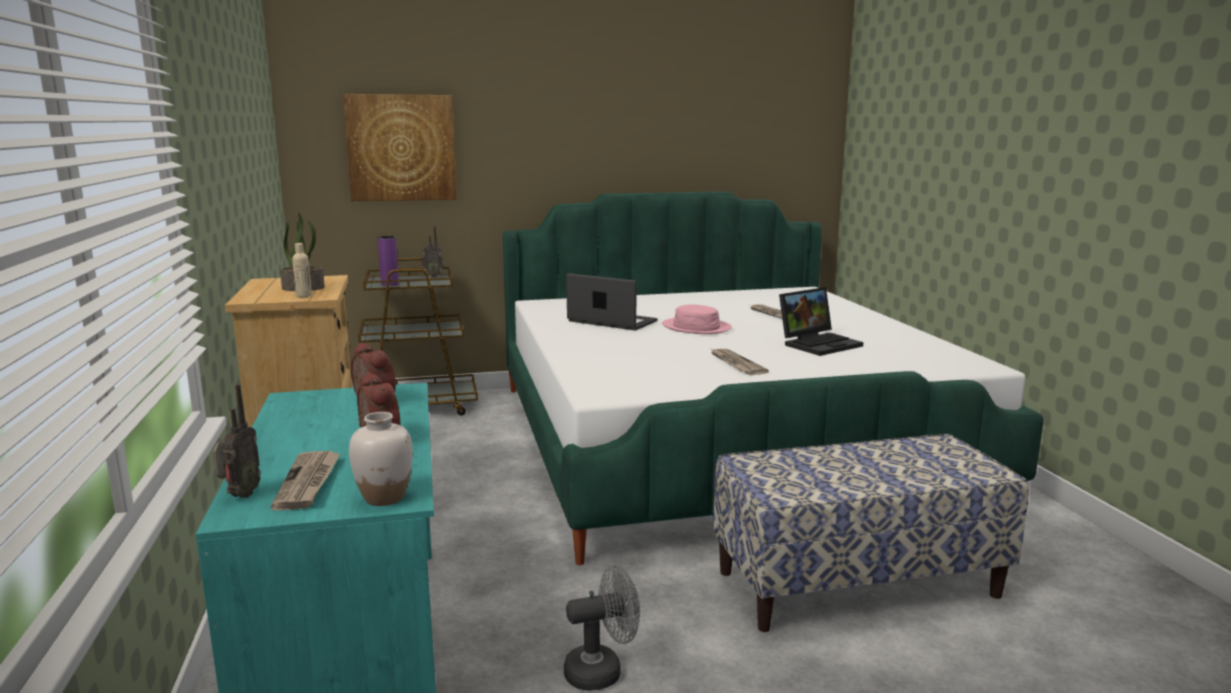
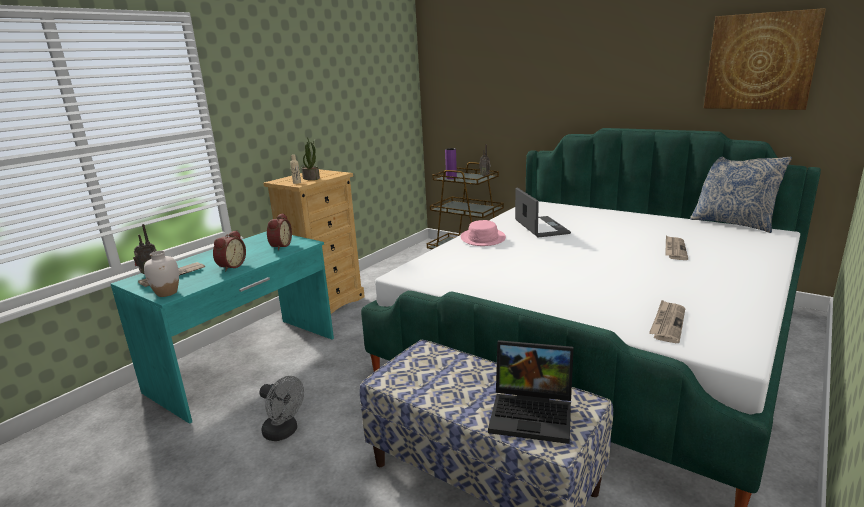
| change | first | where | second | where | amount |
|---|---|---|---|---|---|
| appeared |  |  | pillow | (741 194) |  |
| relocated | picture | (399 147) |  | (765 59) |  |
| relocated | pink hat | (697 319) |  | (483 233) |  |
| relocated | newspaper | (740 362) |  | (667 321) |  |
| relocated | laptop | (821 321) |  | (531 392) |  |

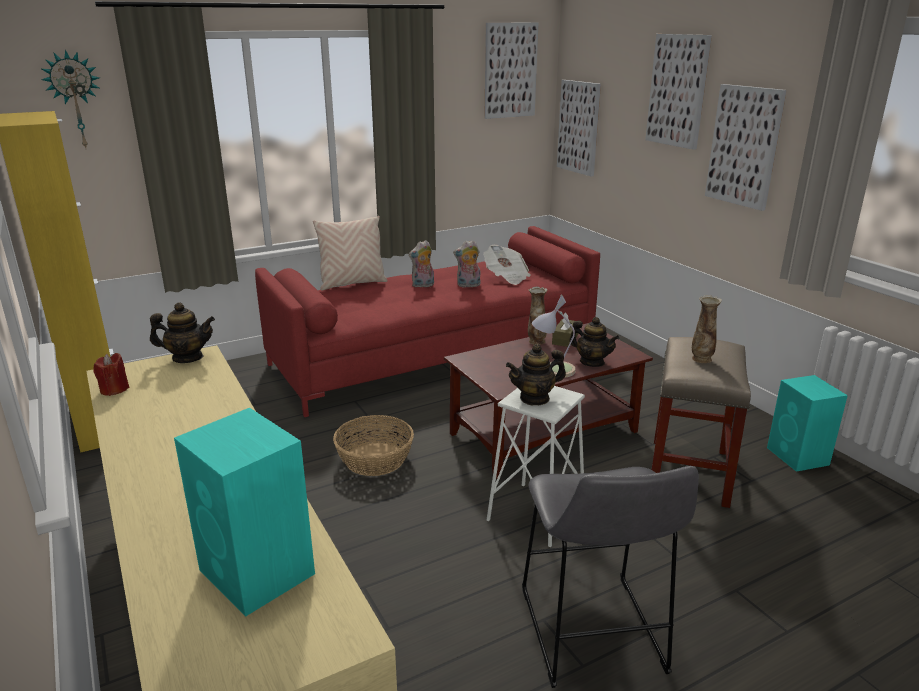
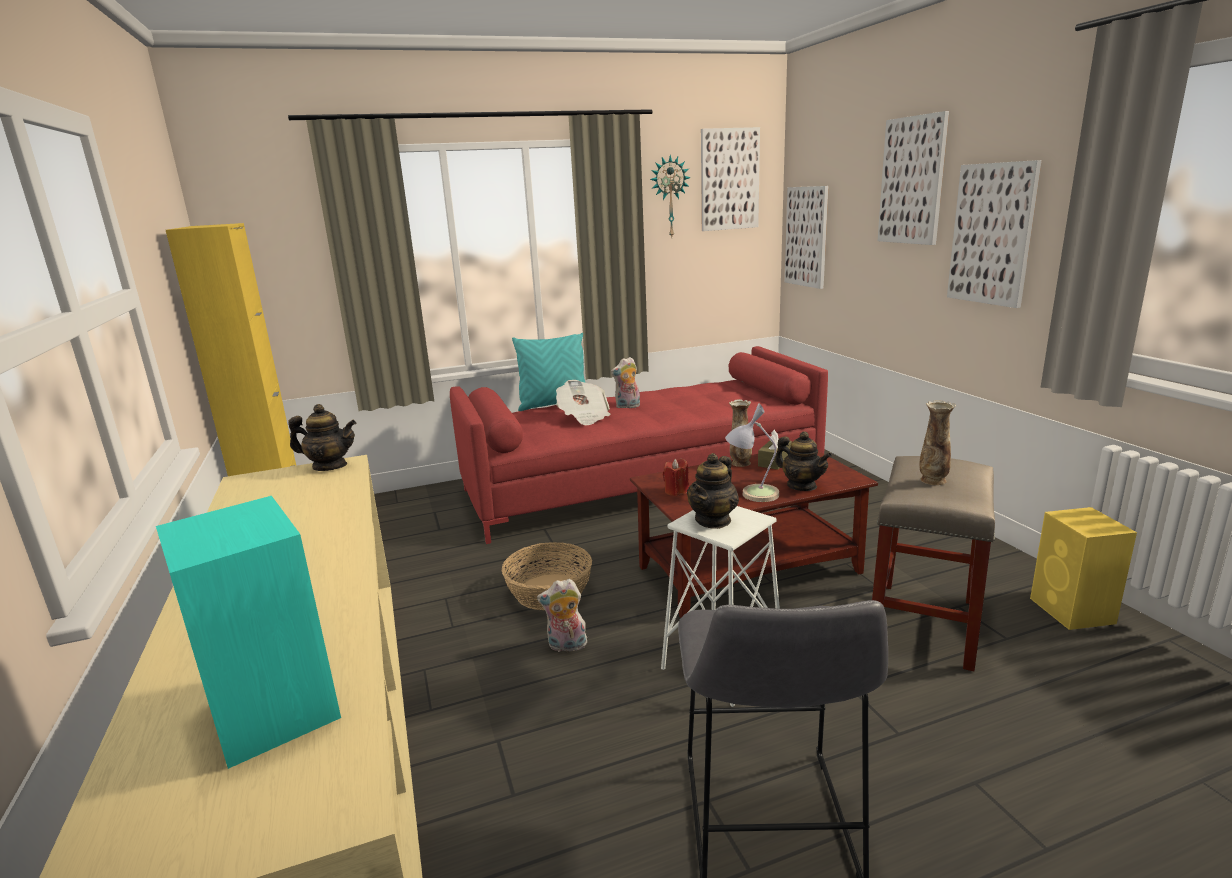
| change | first | where | second | where | amount |
|---|---|---|---|---|---|
| relocated | wall clock | (70 99) |  | (670 196) |  |
| relocated | red candle | (111 374) |  | (676 477) |  |
| relocated | plush toy | (467 264) |  | (562 616) |  |
| relocated | newspaper | (507 265) |  | (583 403) |  |
| colour | beige pillow | (350 253) | turquoise pillow | (548 372) |  |
| colour | turquoise speaker | (807 423) | yellow speaker | (1083 568) |  |
| spun | teapot | (536 374) |  | (713 491) | 45 degrees counterclockwise |

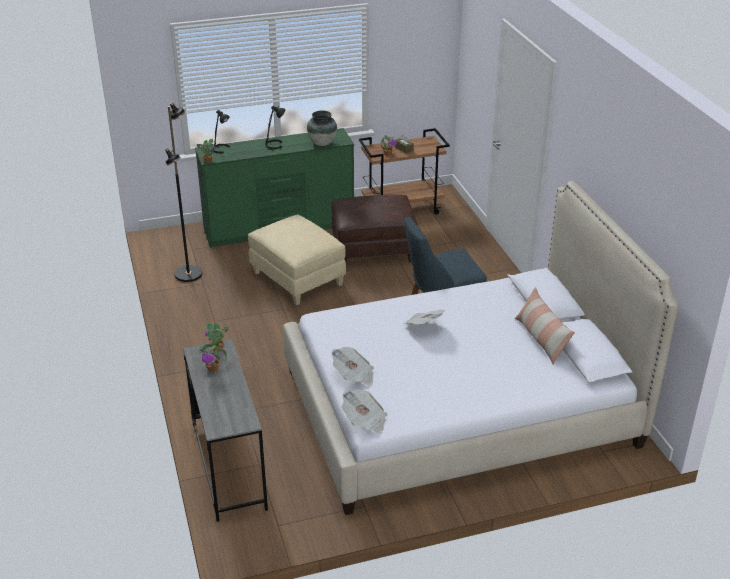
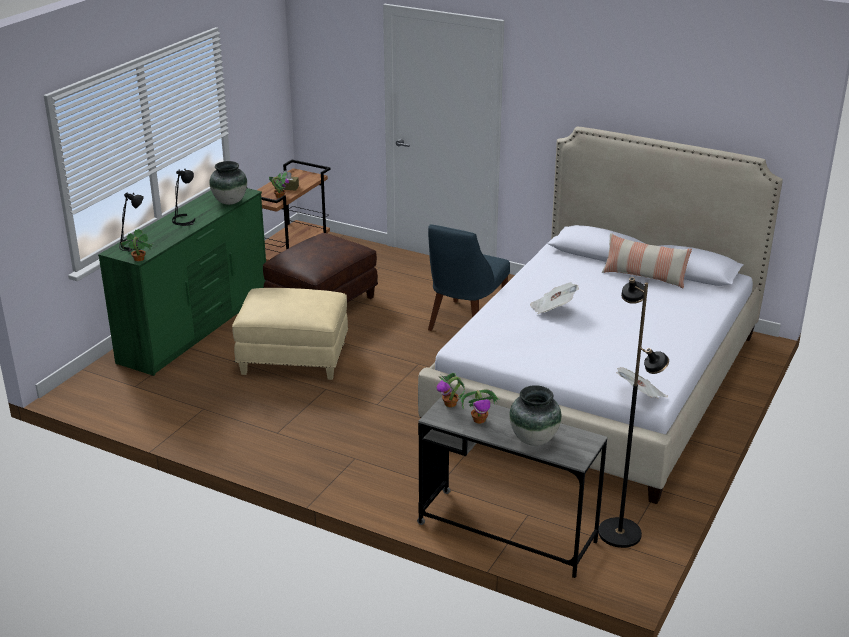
| change | first | where | second | where | amount |
|---|---|---|---|---|---|
| missing | newspaper | (352 366) |  |  |  |
| appeared |  |  | vase | (535 415) |  |
| relocated | black floor lamp | (183 192) |  | (633 412) |  |

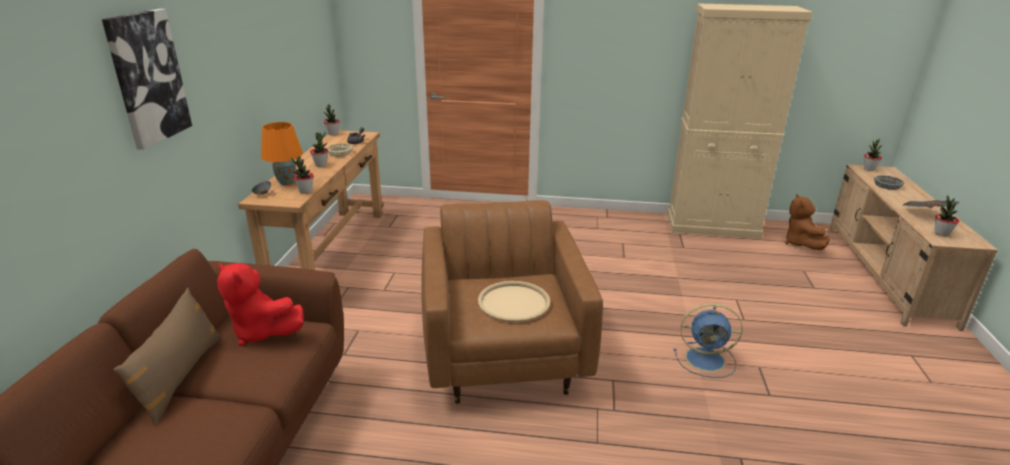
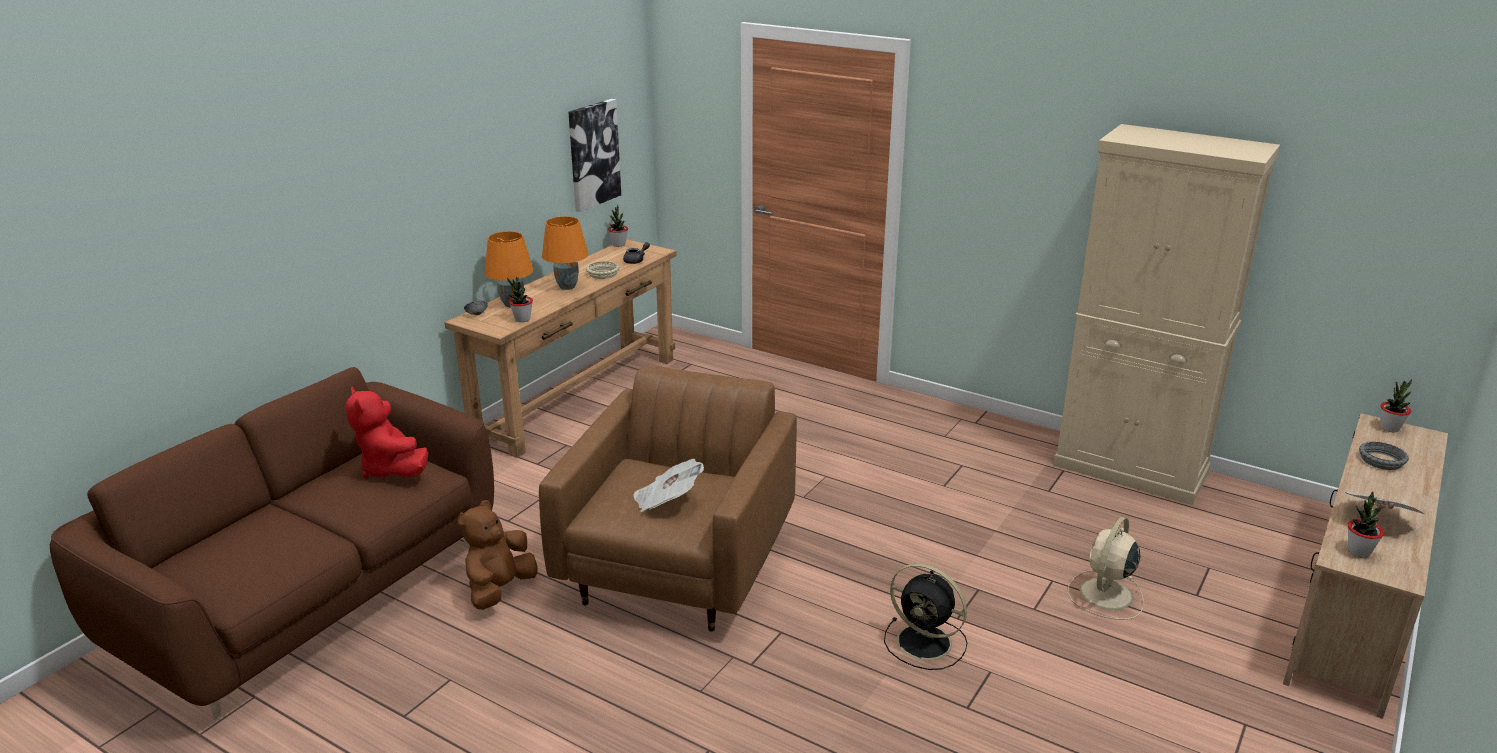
| change | first | where | second | where | amount |
|---|---|---|---|---|---|
| missing | brown pillow | (167 356) |  |  |  |
| appeared |  |  | beige fan | (1106 568) |  |
| relocated | picture | (147 79) |  | (594 155) |  |
| relocated | brown plush toy | (807 222) |  | (497 555) |  |
| exchanged | potted plant | (319 149) | orange table lamp | (565 253) |  |
| exchanged | beige tray | (514 301) | newspaper | (668 485) |  |
| colour | blue fan | (708 340) | black fan | (925 616) |  |

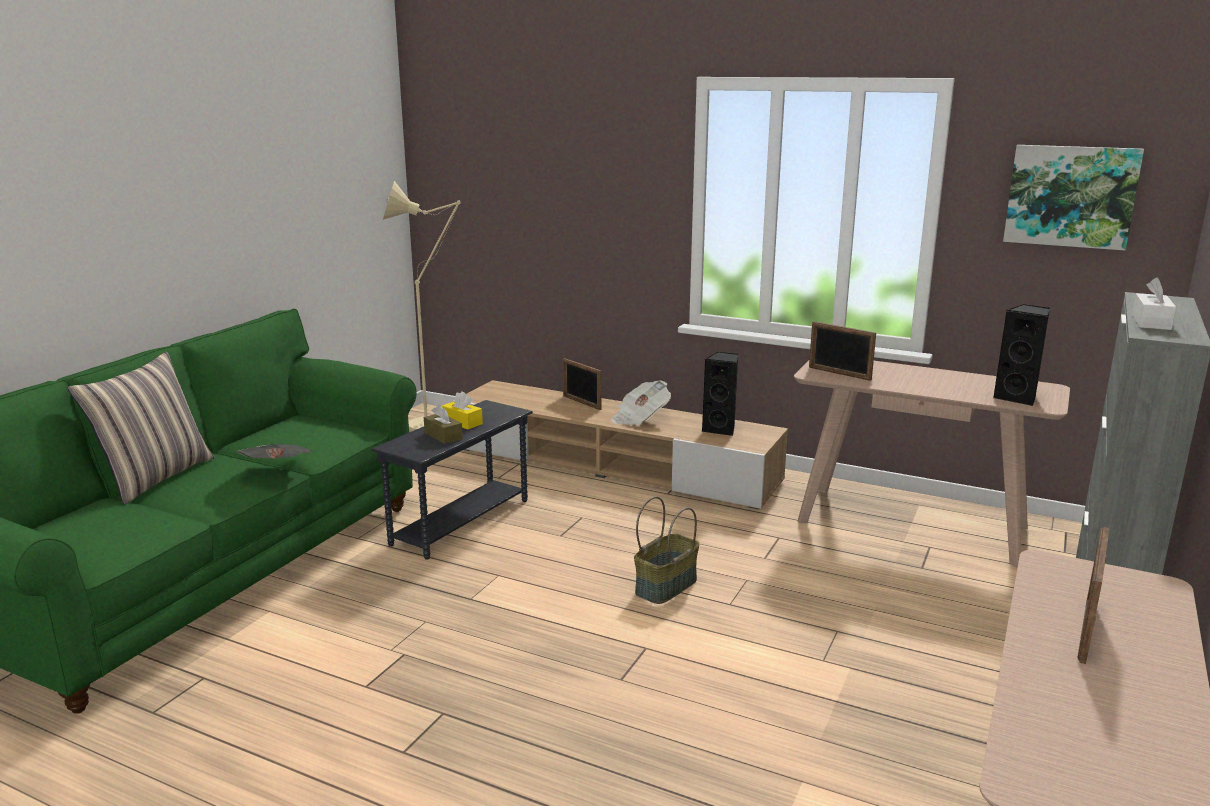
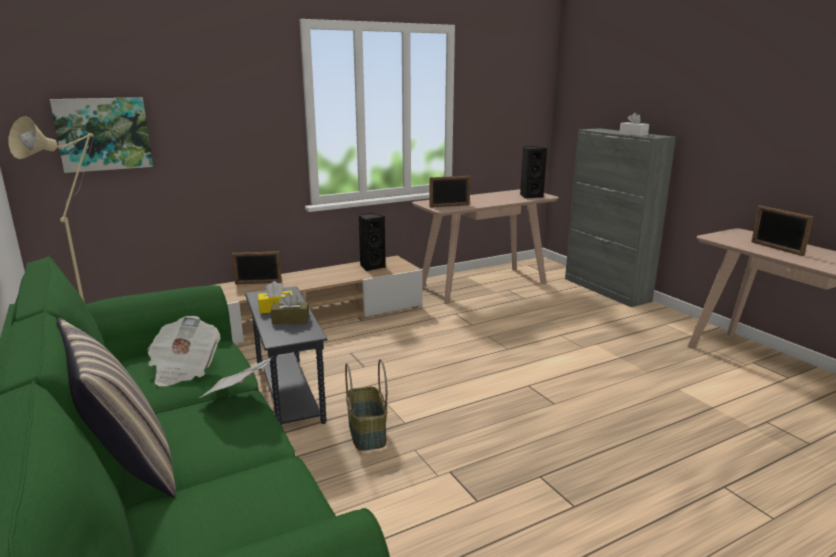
| change | first | where | second | where | amount |
|---|---|---|---|---|---|
| relocated | newspaper | (641 403) |  | (184 351) |  |
| relocated | basket | (666 550) |  | (366 405) |  |
| relocated | picture | (1073 198) |  | (101 135) |  |

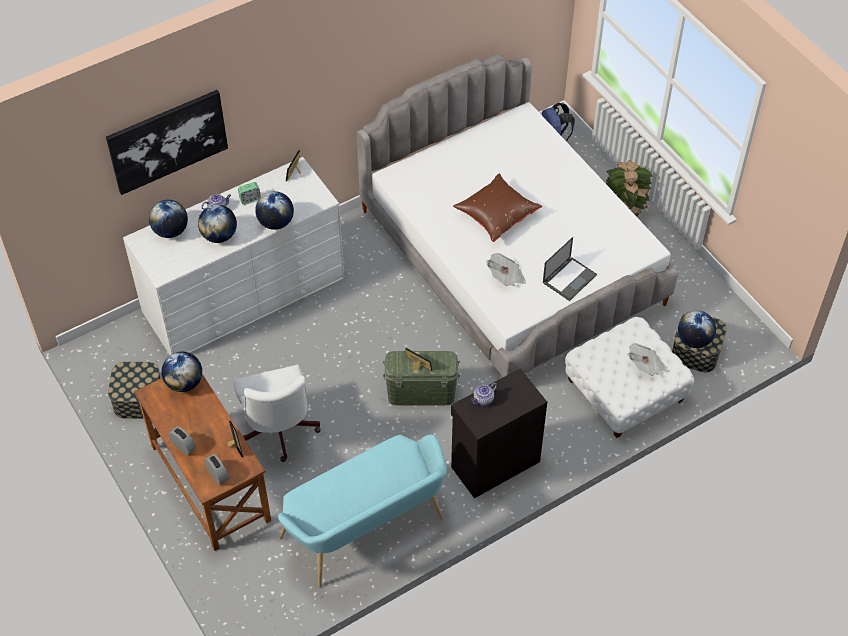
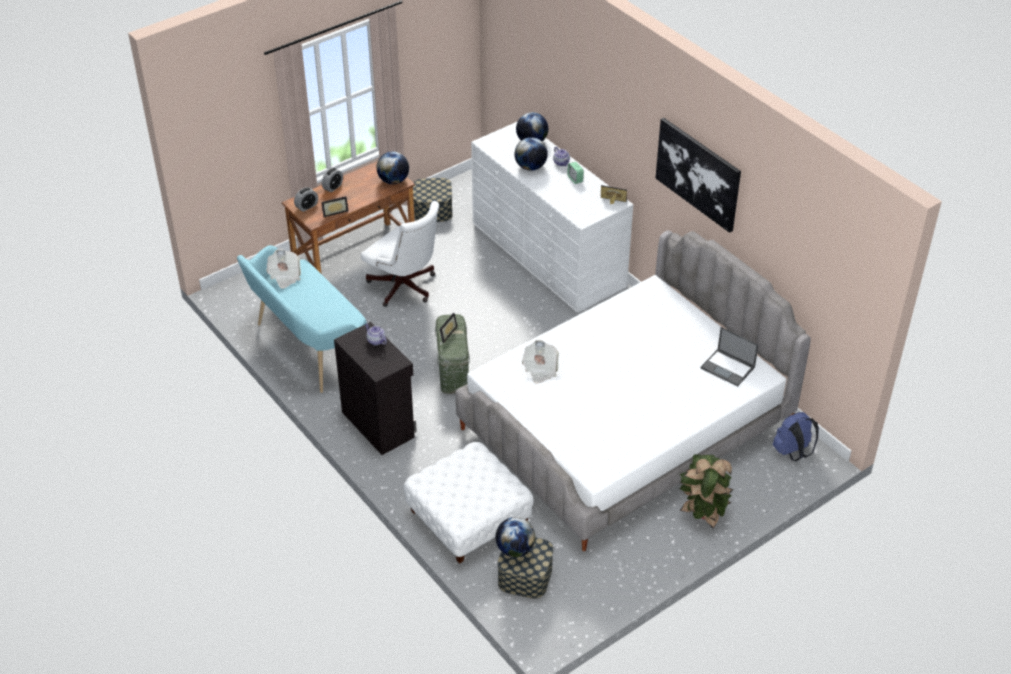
| change | first | where | second | where | amount |
|---|---|---|---|---|---|
| missing | globe | (274 210) |  |  |  |
| missing | brown pillow | (497 207) |  |  |  |
| relocated | picture | (167 142) |  | (698 175) |  |
| relocated | laptop | (570 269) |  | (730 357) |  |
| relocated | newspaper | (647 359) |  | (283 269) |  |
| spun | white office chair | (277 413) |  | (400 254) | 120 degrees counterclockwise |

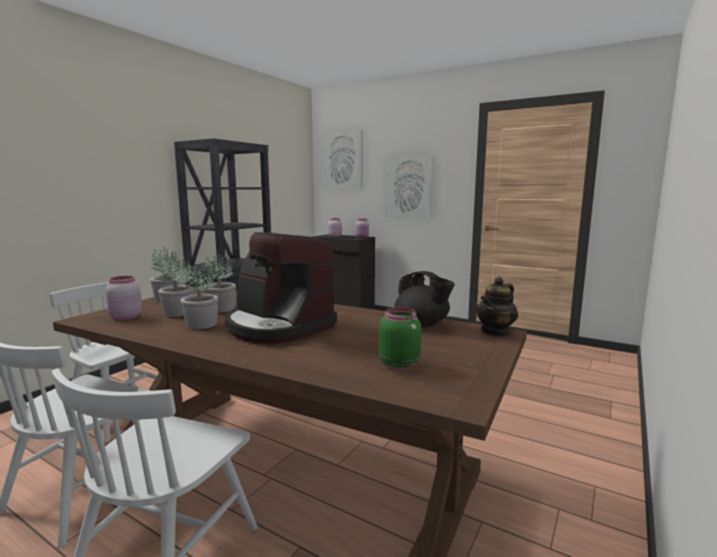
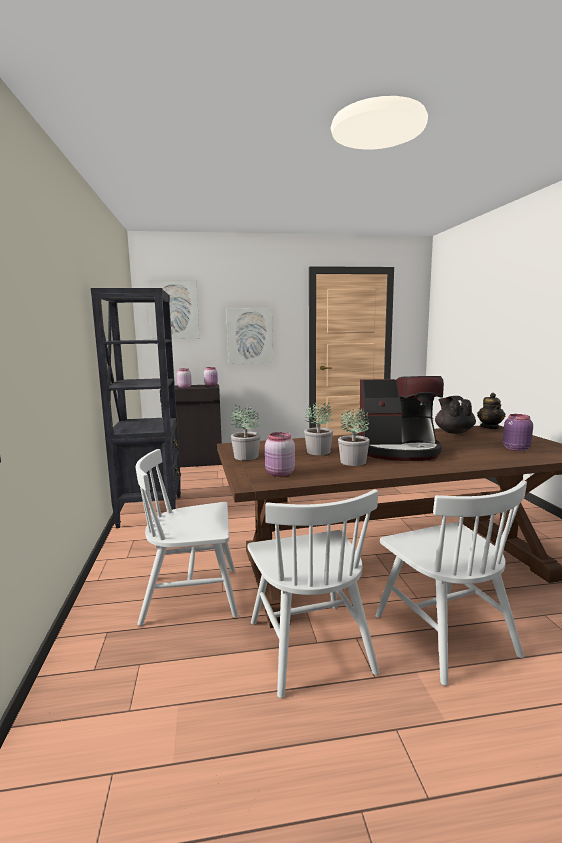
| change | first | where | second | where | amount |
|---|---|---|---|---|---|
| missing | potted plant | (175 287) |  |  |  |
| colour | green jar | (400 338) | purple jar | (518 432) |  |
| spun | black teapot | (425 299) |  | (455 415) | 105 degrees counterclockwise |

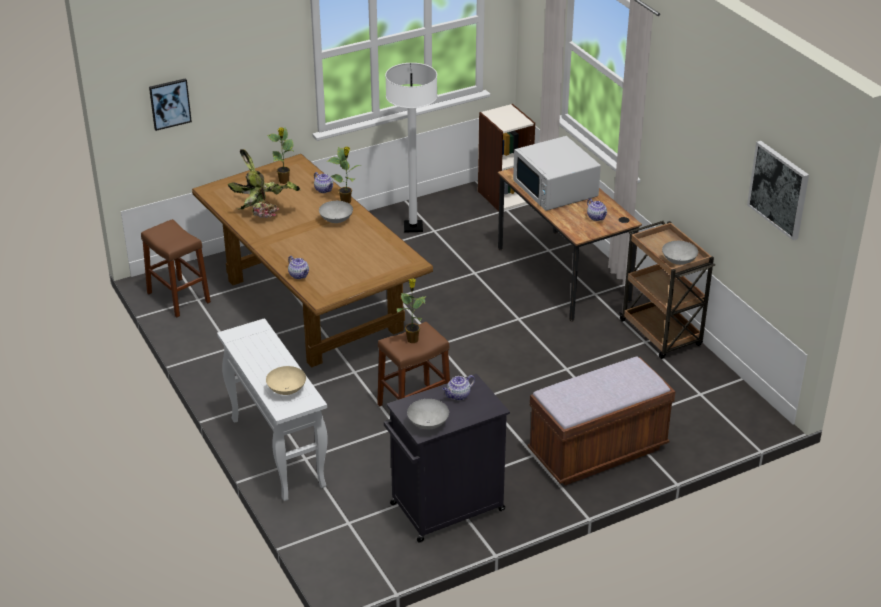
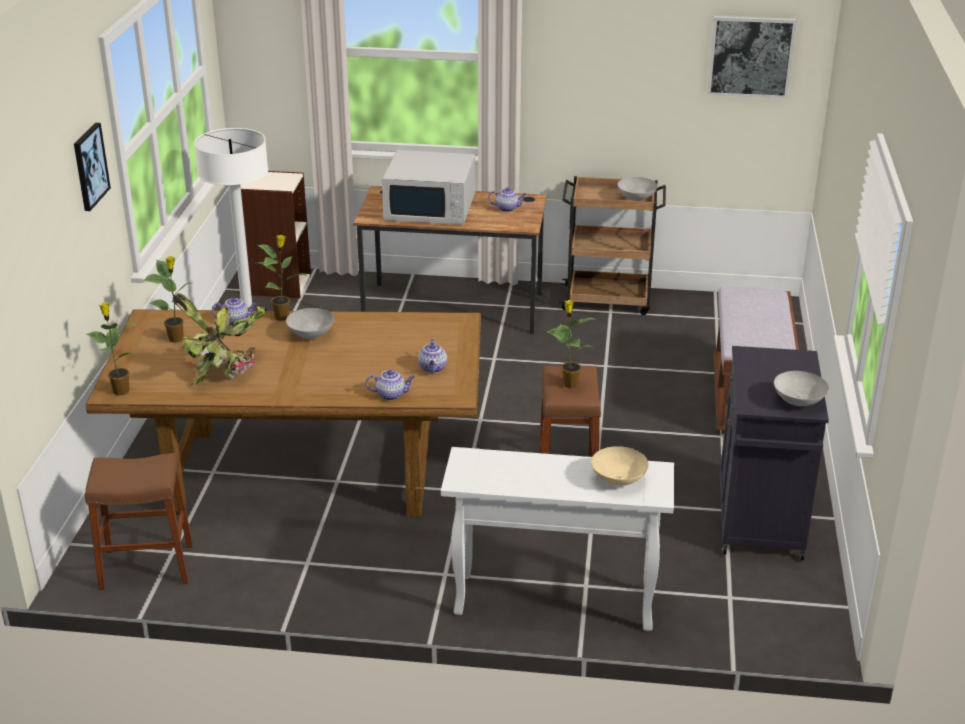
| change | first | where | second | where | amount |
|---|---|---|---|---|---|
| appeared |  |  | potted plant | (111 349) |  |
| relocated | picture | (170 104) |  | (92 167) |  |
| relocated | teapot | (459 388) |  | (432 356) |  |

